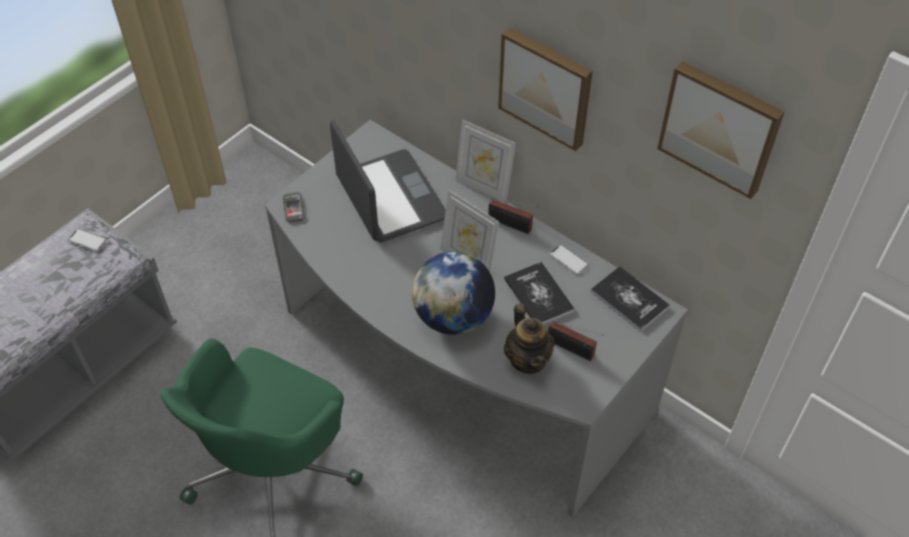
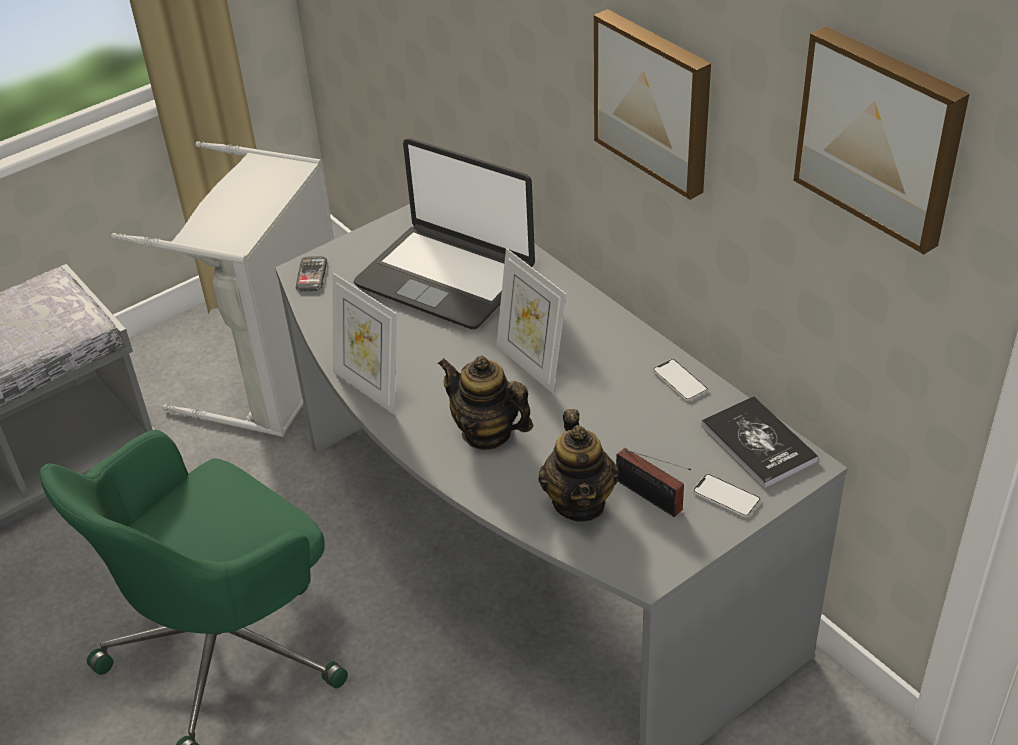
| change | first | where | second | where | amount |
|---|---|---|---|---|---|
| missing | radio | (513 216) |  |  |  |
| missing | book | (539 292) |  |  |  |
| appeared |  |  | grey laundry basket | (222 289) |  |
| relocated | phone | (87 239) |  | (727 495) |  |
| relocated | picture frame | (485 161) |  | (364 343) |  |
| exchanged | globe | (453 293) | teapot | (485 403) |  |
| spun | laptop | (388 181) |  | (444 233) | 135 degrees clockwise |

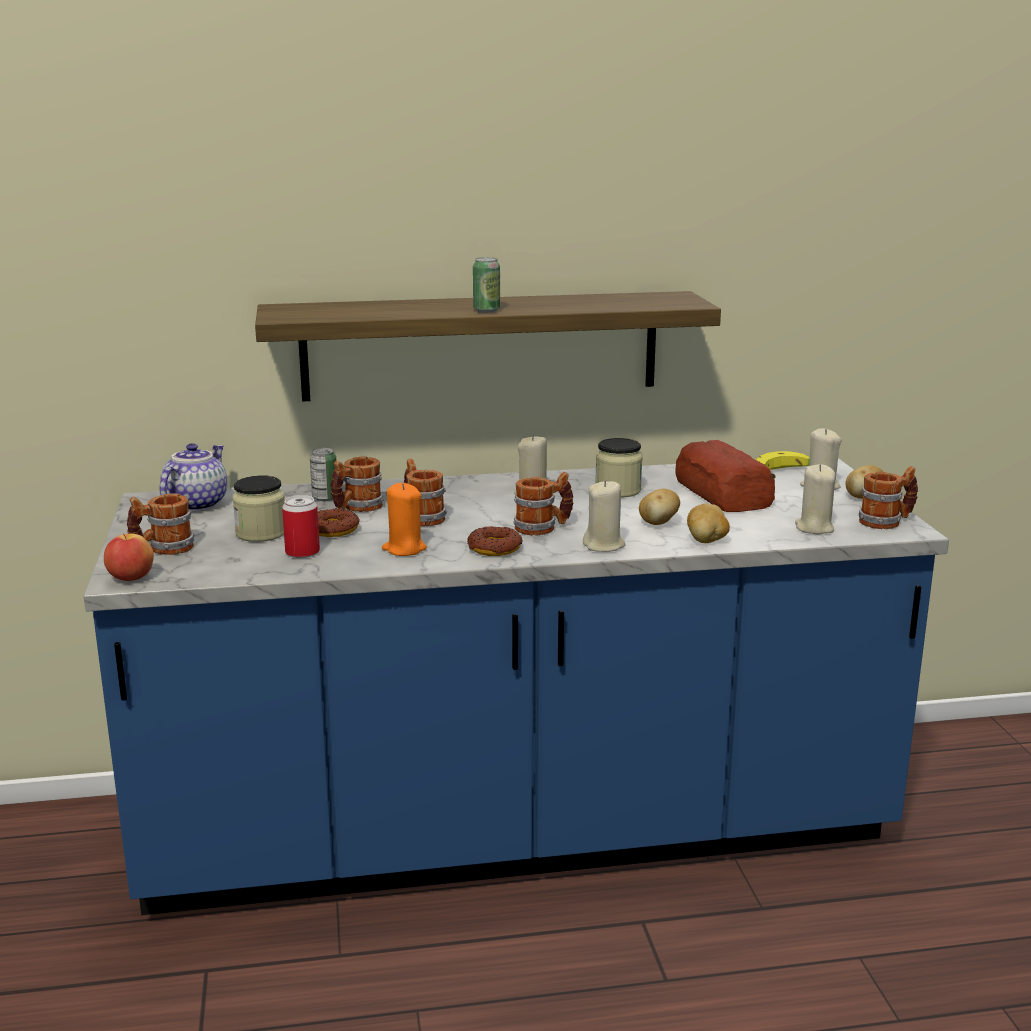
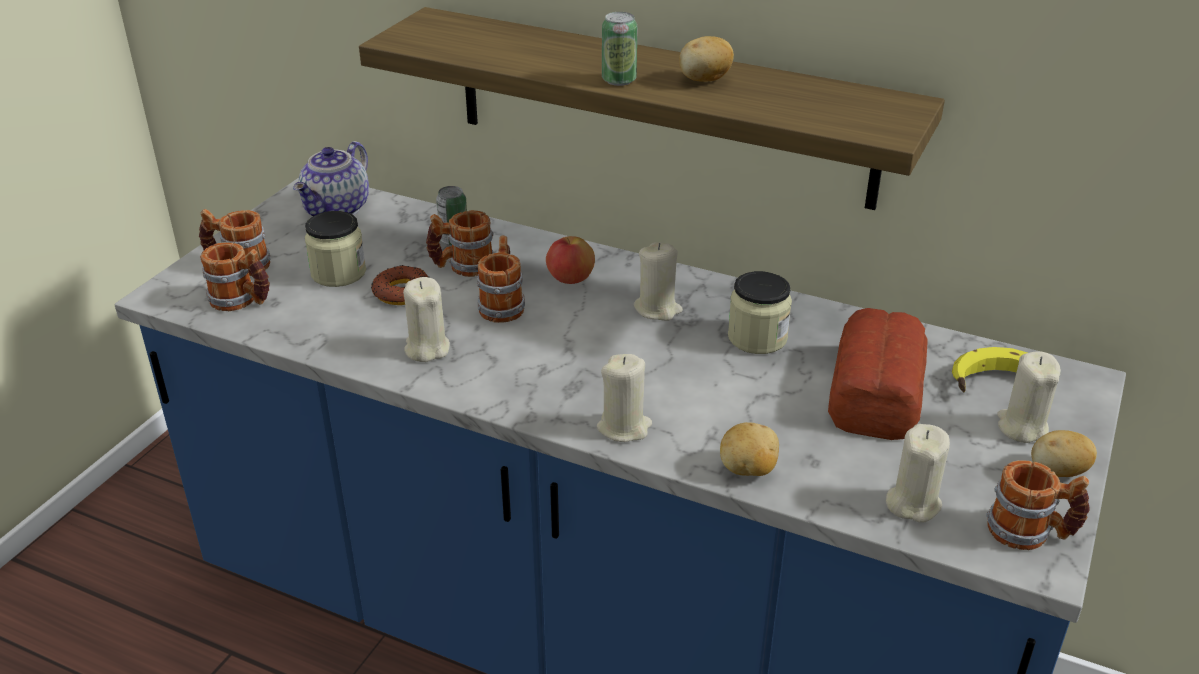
| change | first | where | second | where | amount |
|---|---|---|---|---|---|
| missing | can | (301 526) |  |  |  |
| missing | donut | (495 541) |  |  |  |
| relocated | apple | (129 557) |  | (570 260) |  |
| relocated | mug | (543 503) |  | (235 276) |  |
| relocated | potato | (659 507) |  | (706 59) |  |
| colour | orange candle | (404 519) | beige candle | (426 319) |  |
| spun | teapot | (193 477) |  | (331 178) | 150 degrees clockwise |

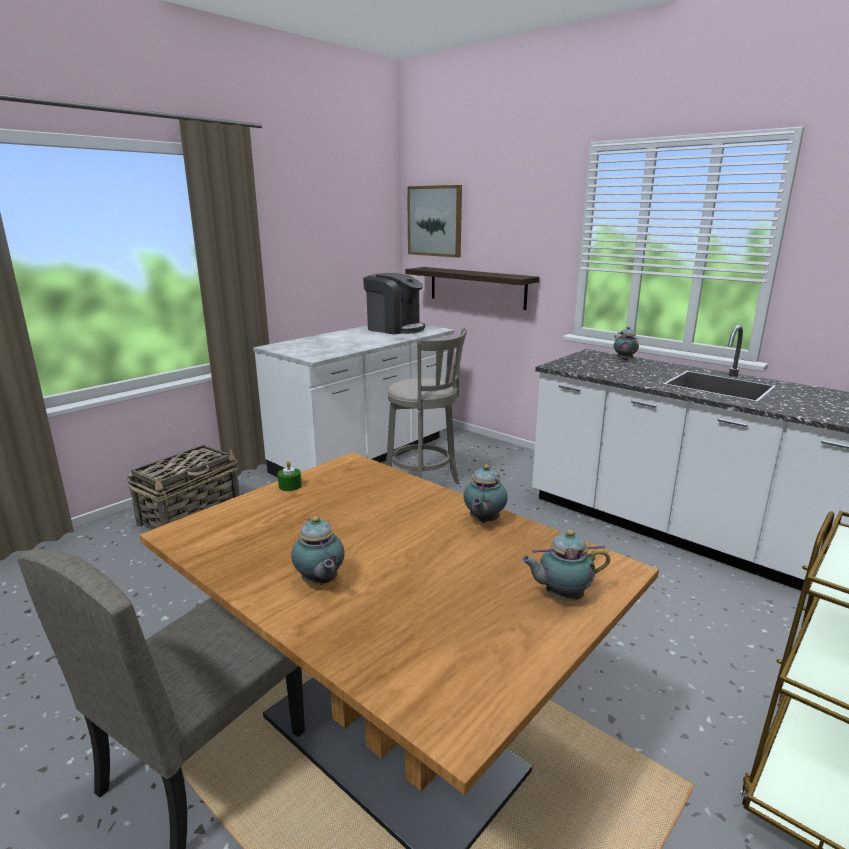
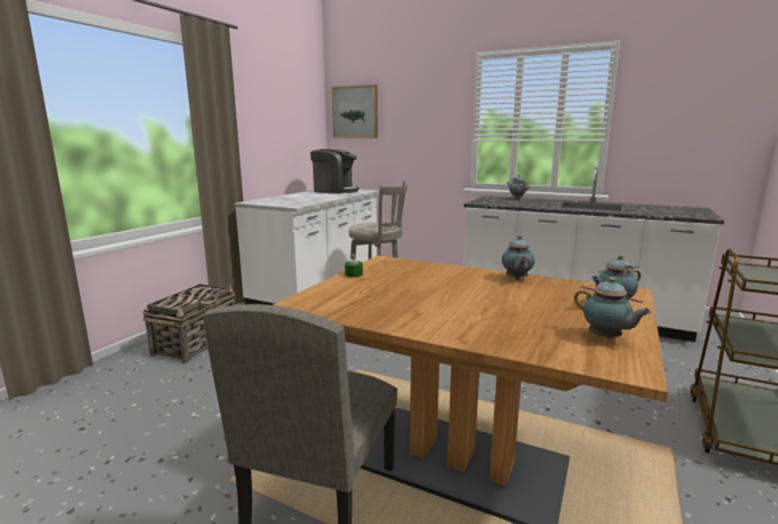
| change | first | where | second | where | amount |
|---|---|---|---|---|---|
| missing | shelf | (472 288) |  |  |  |
| relocated | teapot | (318 550) |  | (613 308) |  |

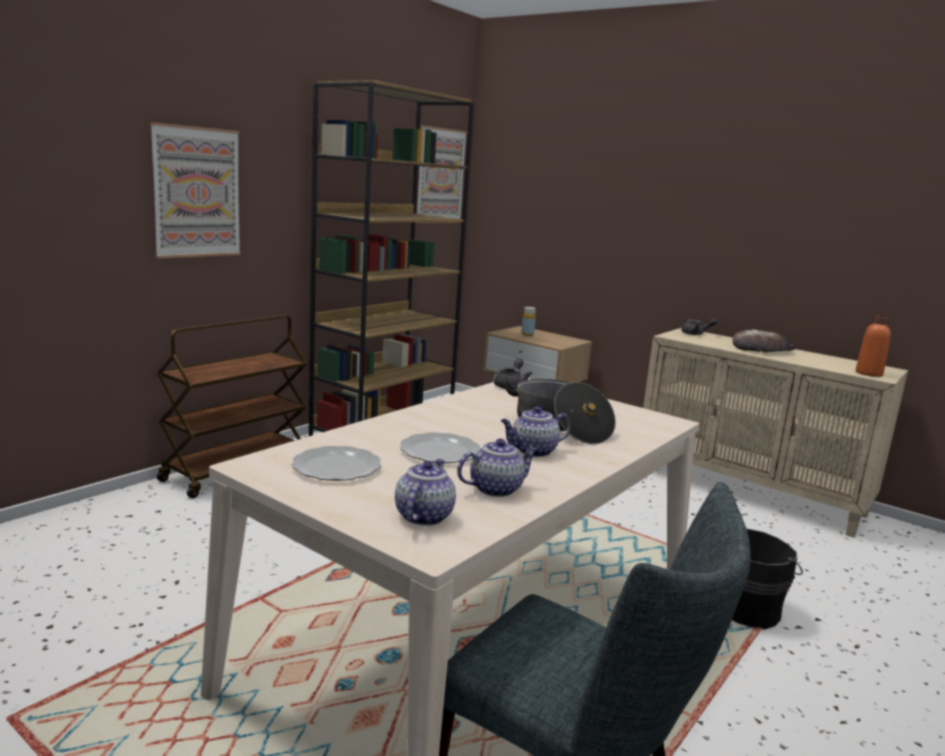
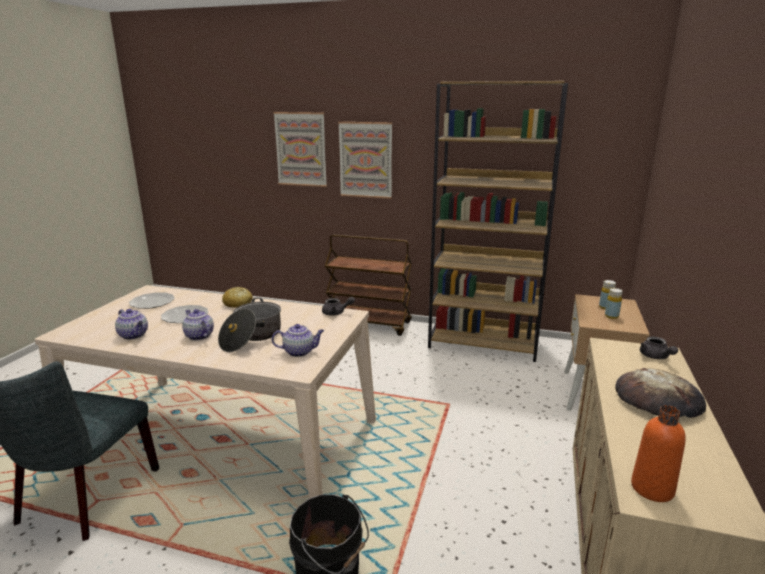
| change | first | where | second | where | amount |
|---|---|---|---|---|---|
| appeared |  |  | bread | (237 297) |  |
| appeared |  |  | yellow bottle | (614 303) |  |
| relocated | teapot | (425 492) |  | (298 340) |  |
| relocated | picture | (441 174) |  | (300 149) |  |

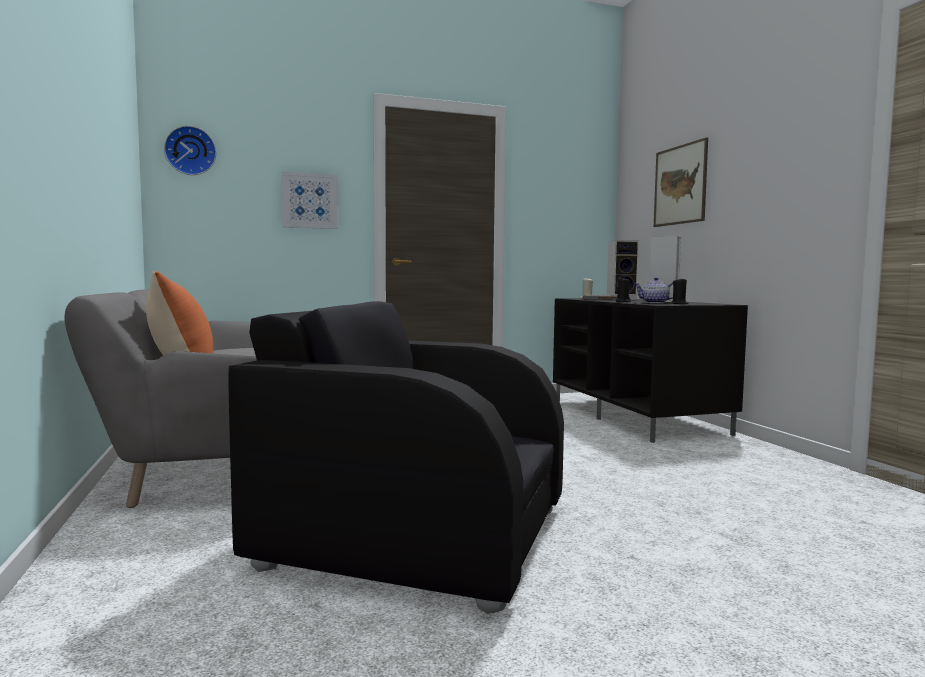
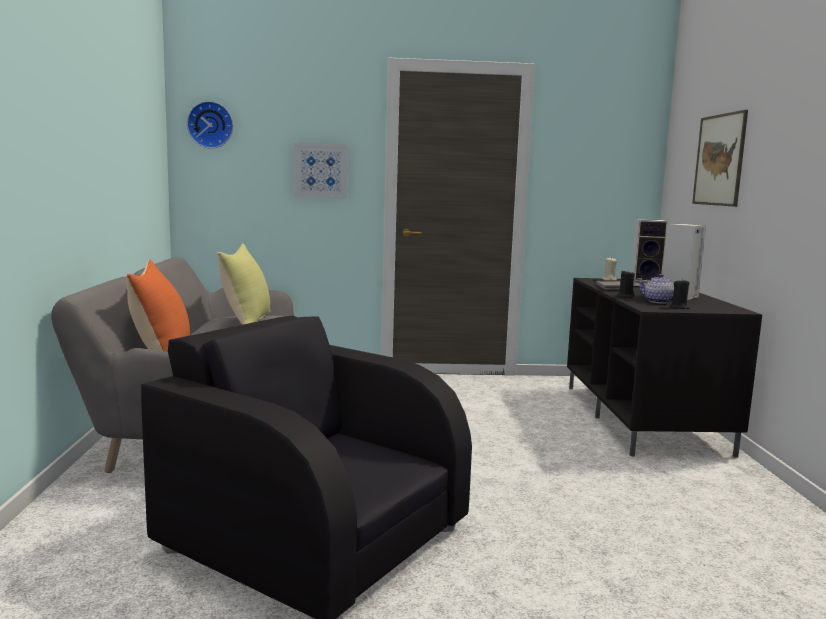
| change | first | where | second | where | amount |
|---|---|---|---|---|---|
| appeared |  |  | yellow pillow | (244 284) |  |

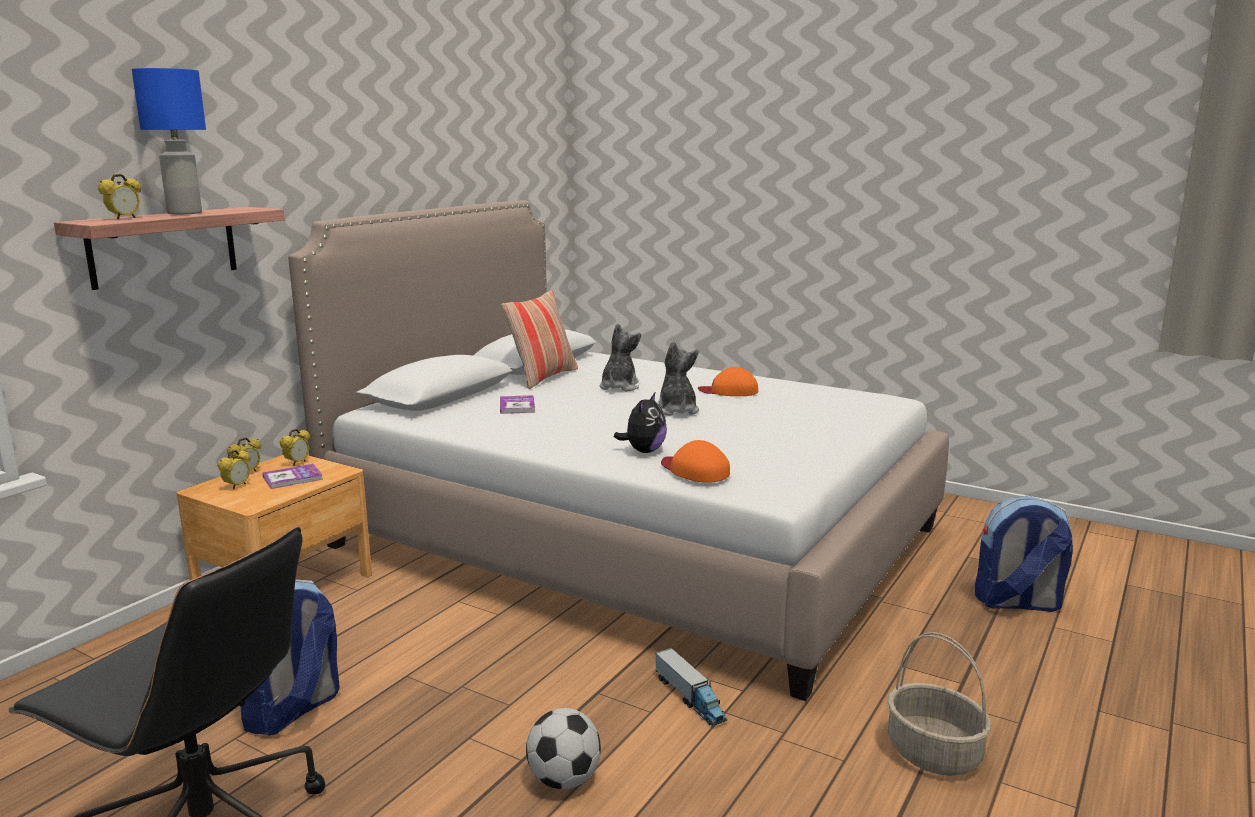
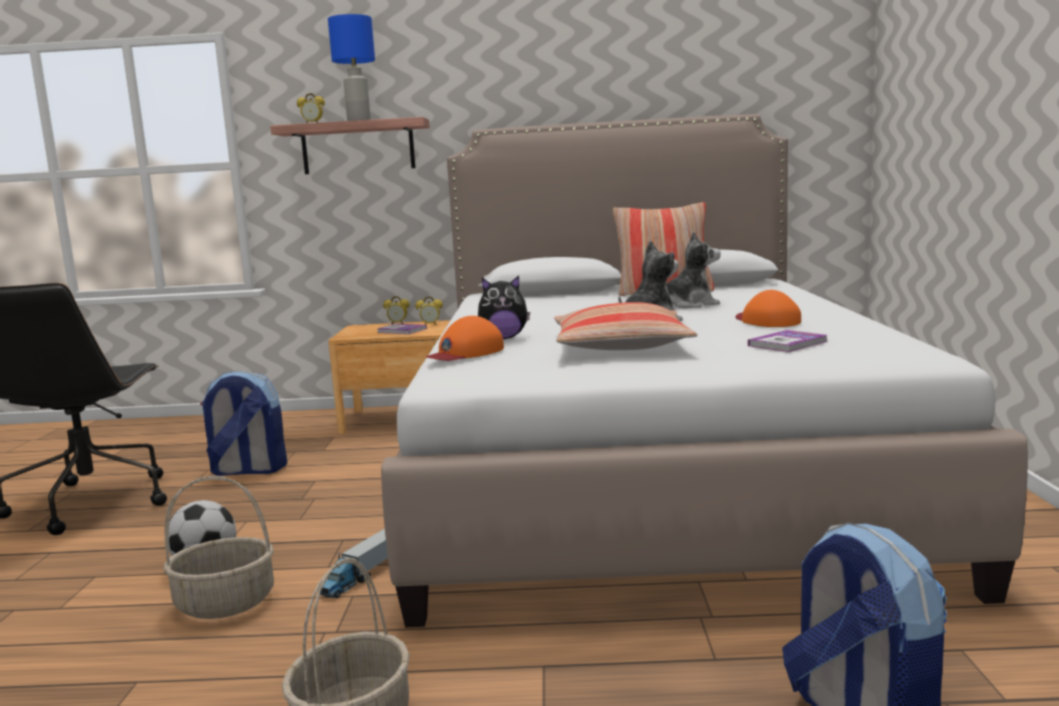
| change | first | where | second | where | amount |
|---|---|---|---|---|---|
| missing | alarm clock | (233 470) |  |  |  |
| appeared |  |  | basket | (219 547) |  |
| appeared |  |  | pillow | (626 326) |  |
| relocated | book | (517 404) |  | (788 341) |  |
| spun | orange cap | (695 461) |  | (465 338) | 150 degrees counterclockwise |

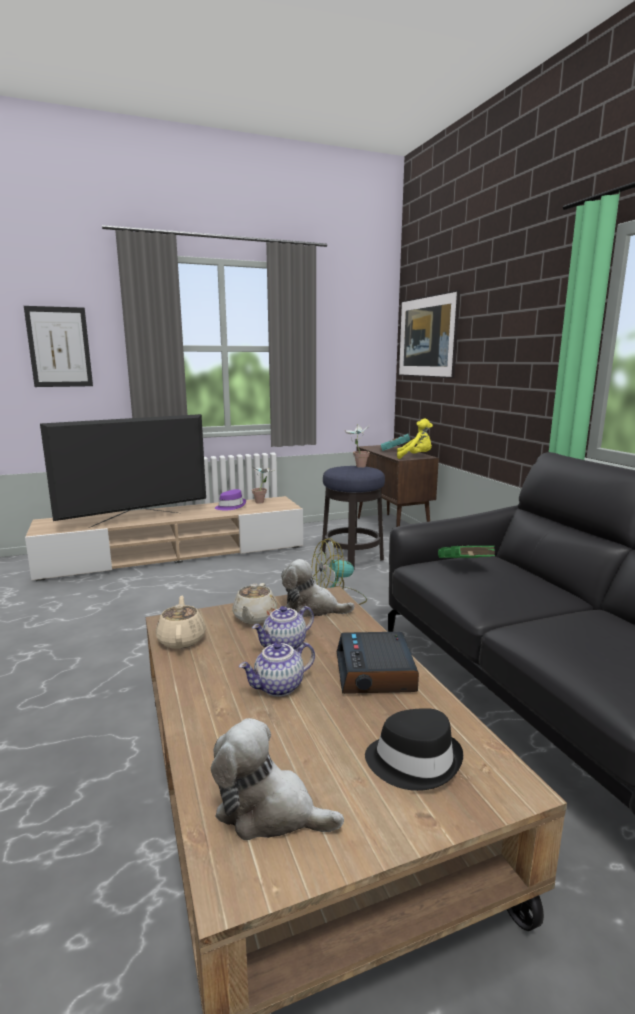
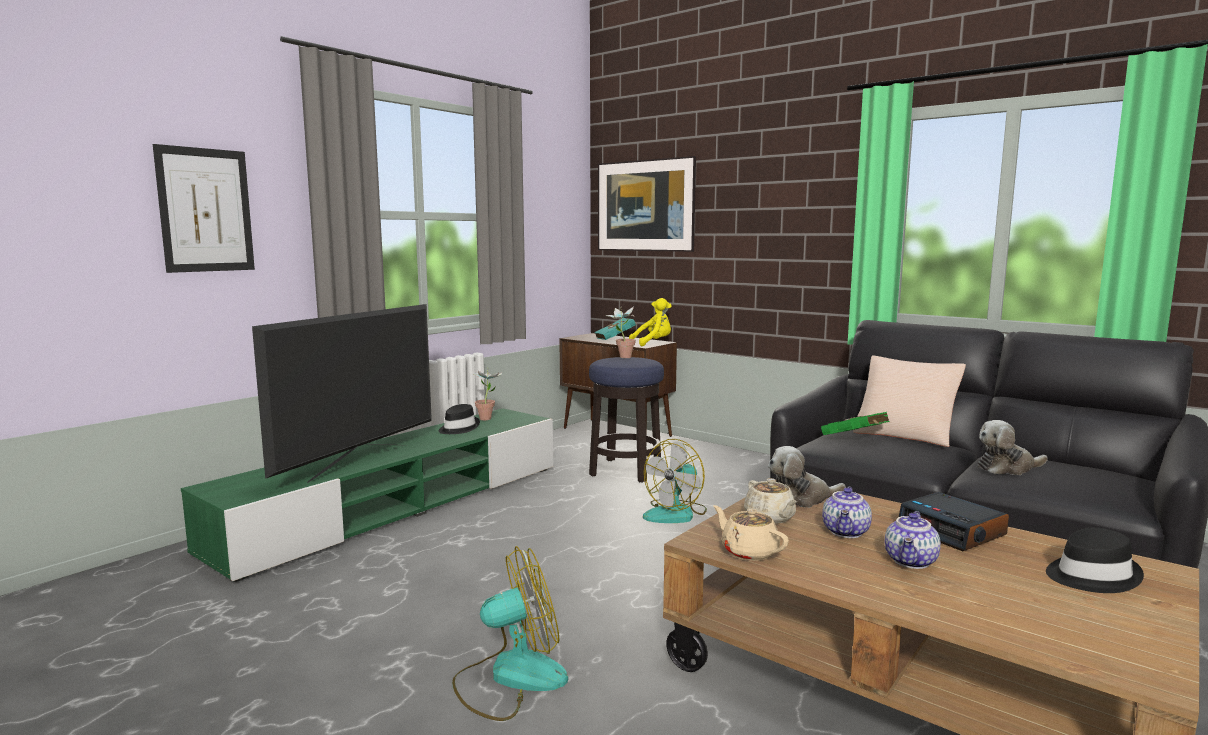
| change | first | where | second | where | amount |
|---|---|---|---|---|---|
| appeared |  |  | fan | (510 633) |  |
| appeared |  |  | beige pillow | (909 401) |  |
| relocated | plush toy | (277 779) |  | (1013 447) |  |
| colour | beige tv stand | (164 538) | green tv stand | (367 495) |  |
| colour | purple hat | (230 499) | black hat | (459 419) |  |

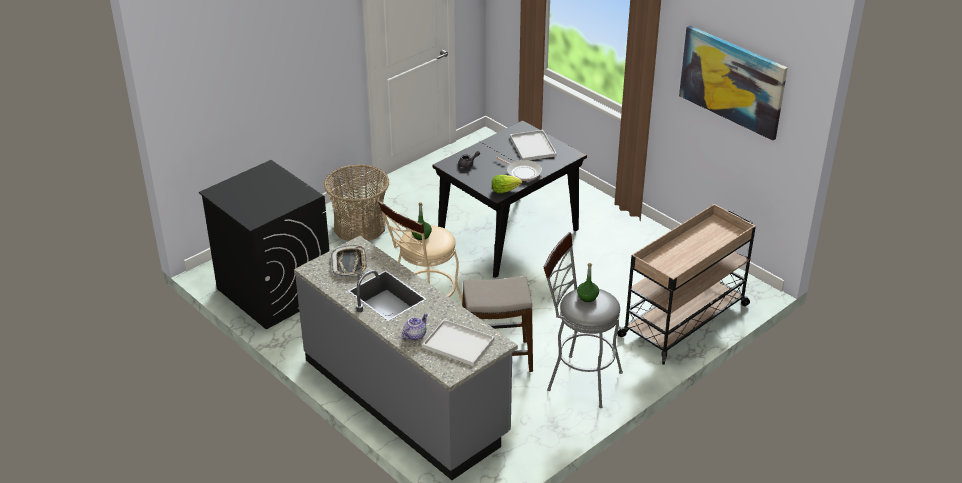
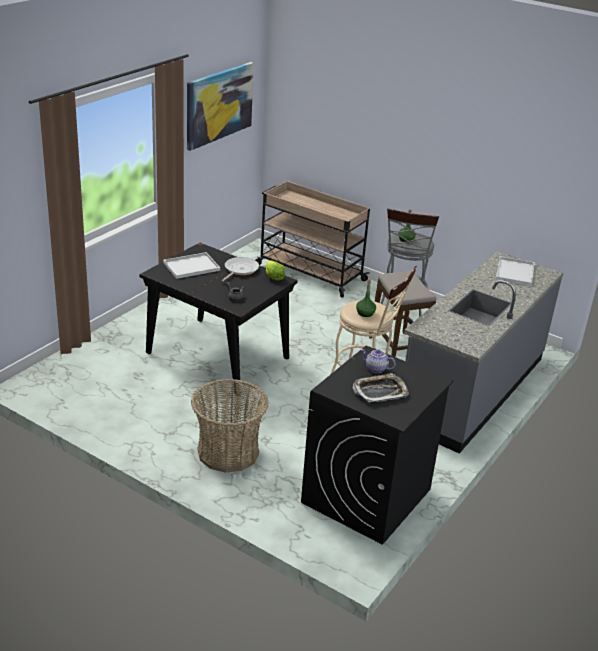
| change | first | where | second | where | amount |
|---|---|---|---|---|---|
| relocated | tray | (349 261) |  | (381 388) |  |
| relocated | teapot | (414 326) |  | (378 361) |  |

